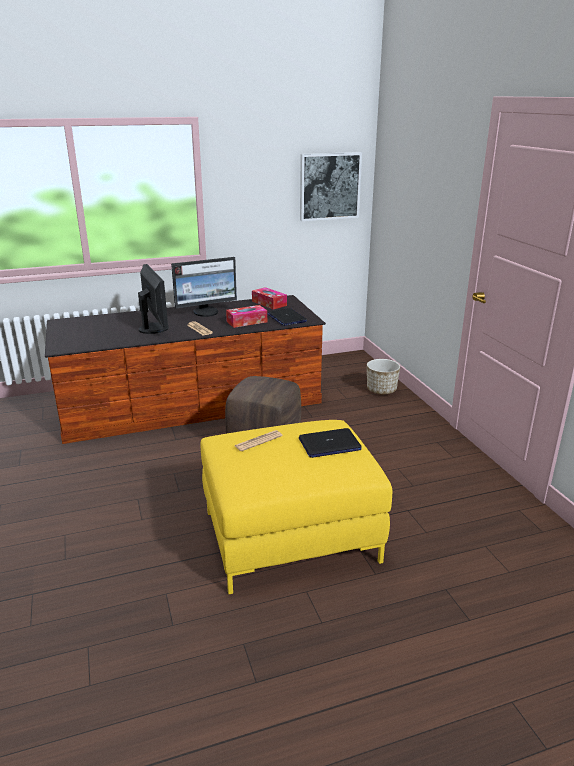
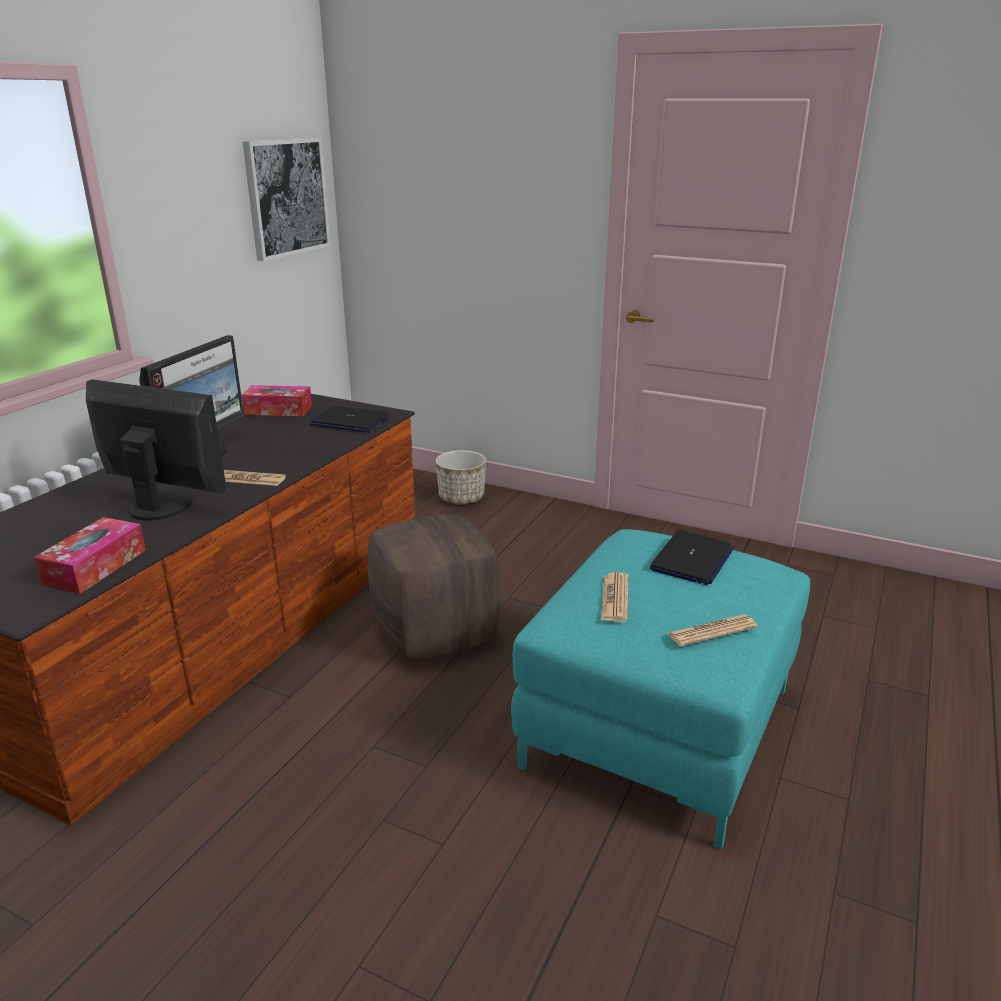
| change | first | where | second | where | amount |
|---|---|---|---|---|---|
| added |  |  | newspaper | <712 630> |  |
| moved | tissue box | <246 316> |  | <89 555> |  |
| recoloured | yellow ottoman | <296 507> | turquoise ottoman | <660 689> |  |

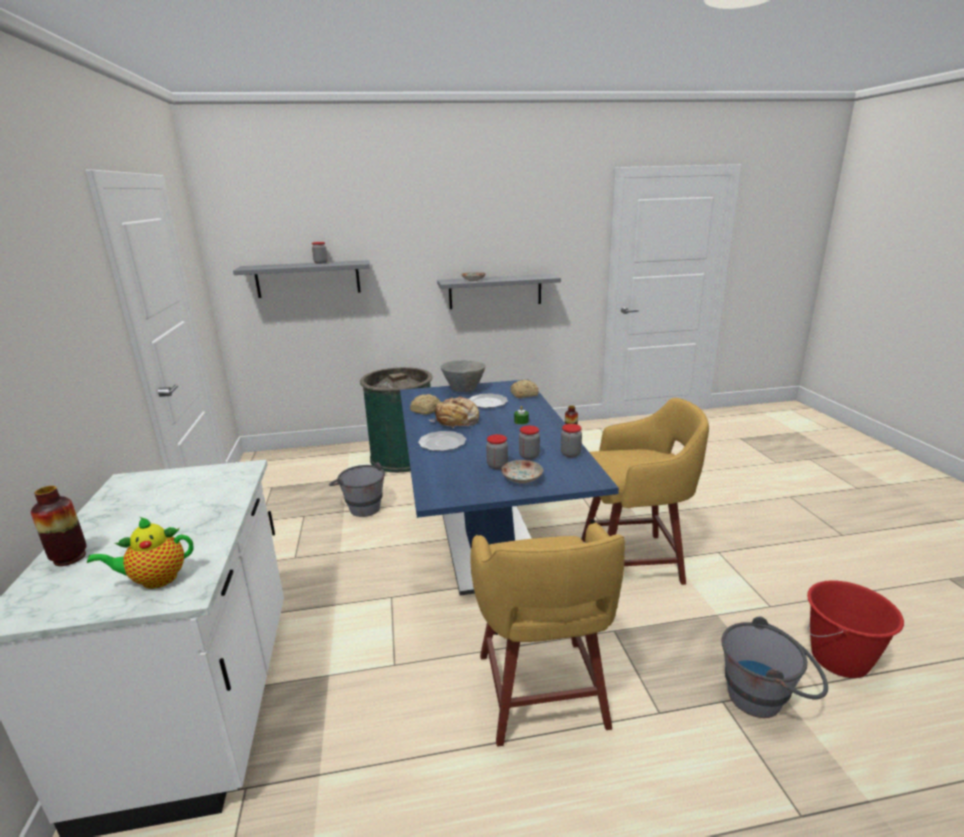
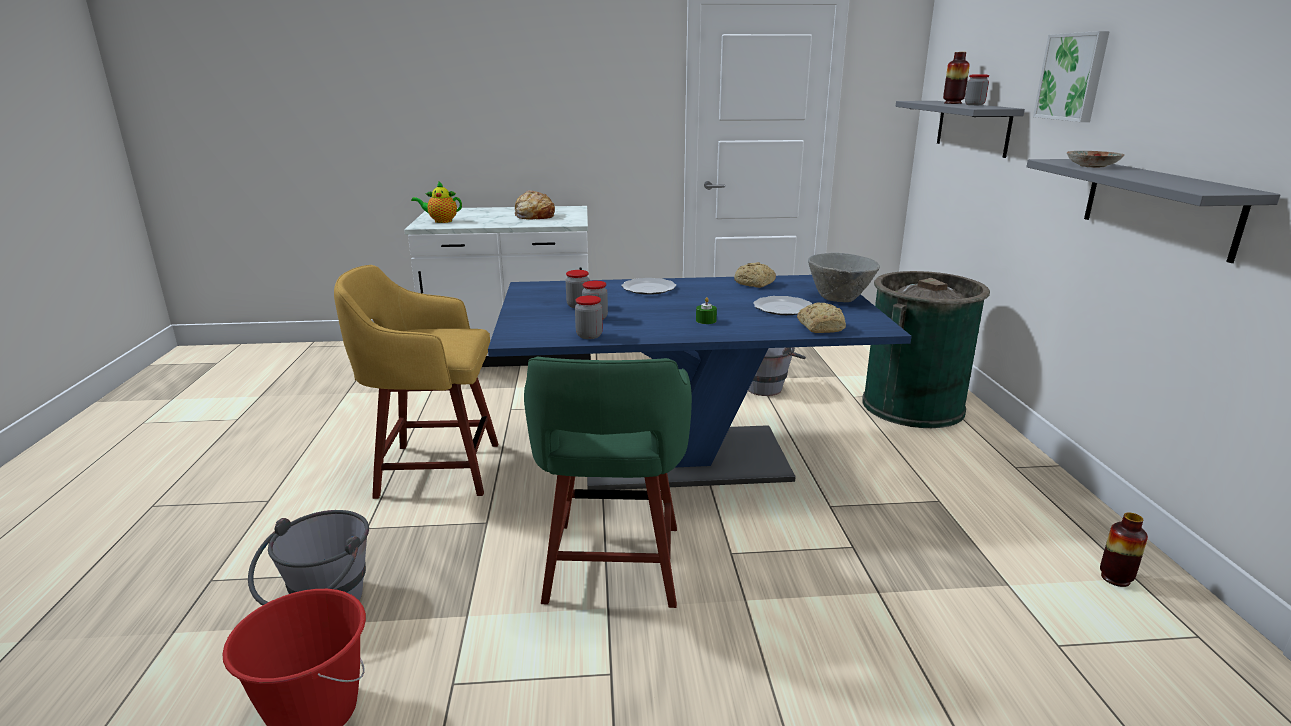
| change | first | where | second | where | amount |
|---|---|---|---|---|---|
| removed | plate | <522 471> |  |  |  |
| added |  |  | picture | <1071 76> |  |
| moved | vase | <59 526> |  | <956 78> |  |
| moved | bread | <454 412> |  | <535 204> |  |
| recoloured | yellow stool | <645 491> | green stool | <608 482> |  |
| turned | teapot | <140 553> |  | <436 202> | 75 degrees counterclockwise |

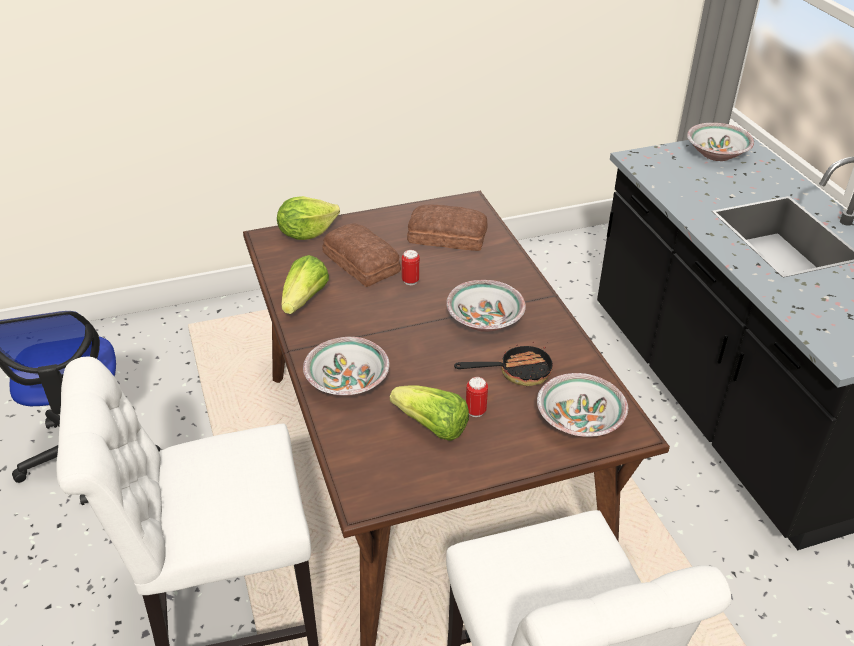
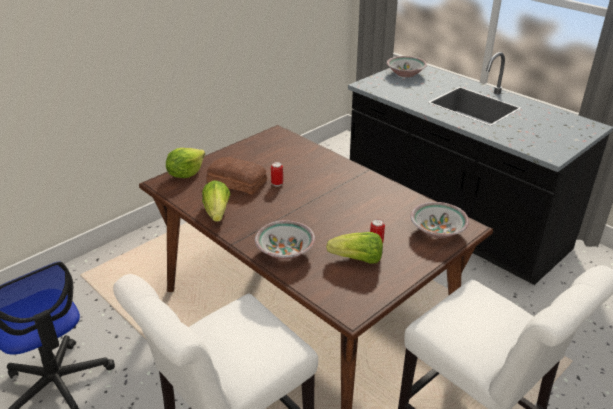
| change | first | where | second | where | amount |
|---|---|---|---|---|---|
| removed | bread | <447 228> |  |  |  |
| removed | bowl | <486 306> |  |  |  |
| removed | frying pan | <503 364> |  |  |  |

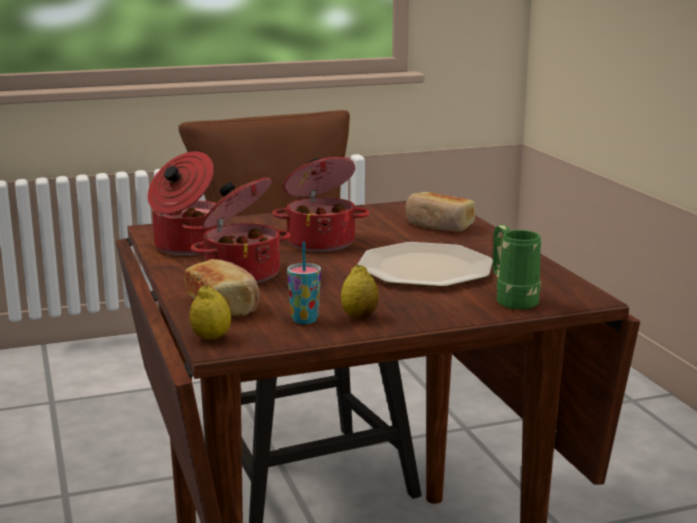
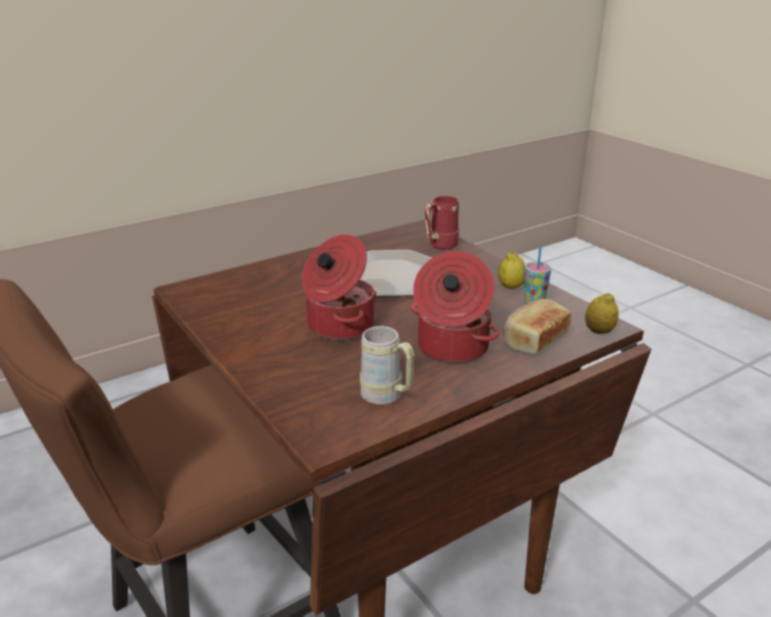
| change | first | where | second | where | amount |
|---|---|---|---|---|---|
| removed | bread | <440 211> |  |  |  |
| replaced | cooking pot | <182 203> | beige mug | <387 365> |  |
| recoloured | green mug | <517 266> | red mug | <442 222> |  |

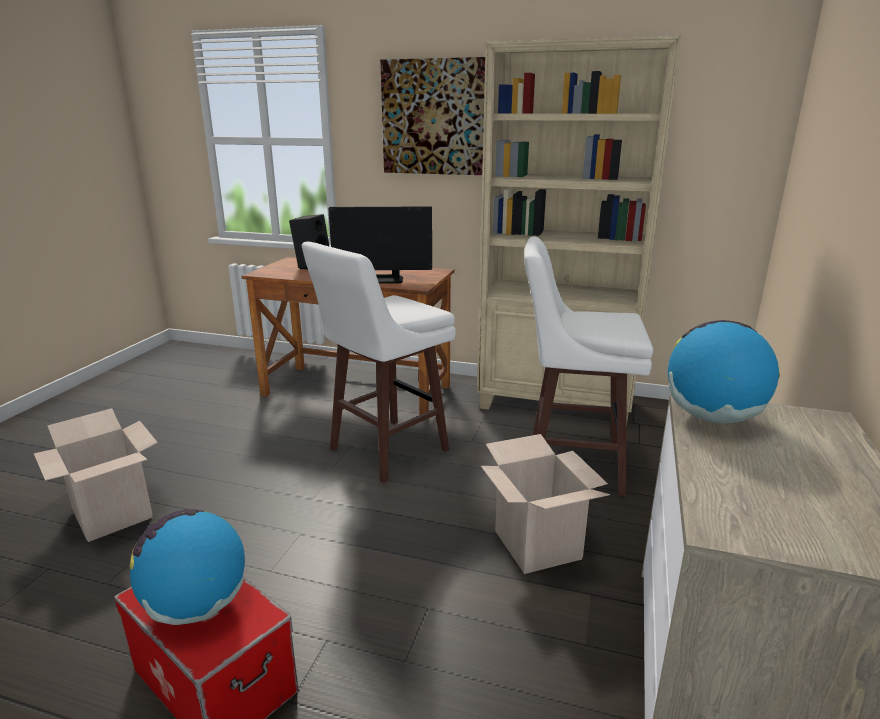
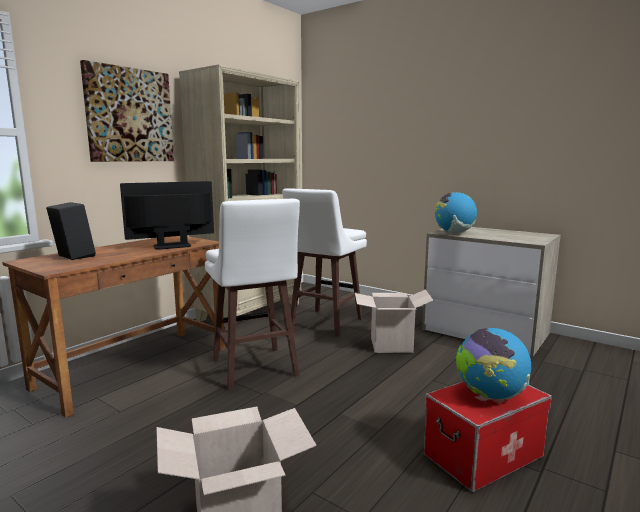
| change | first | where | second | where | amount |
|---|---|---|---|---|---|
| turned | monitor | <380 245> |  | <167 215> | 135 degrees counterclockwise |

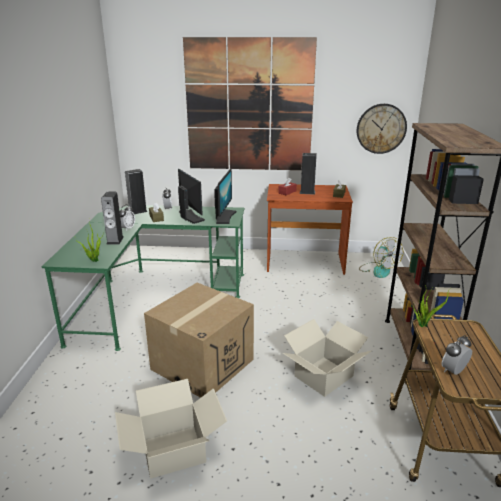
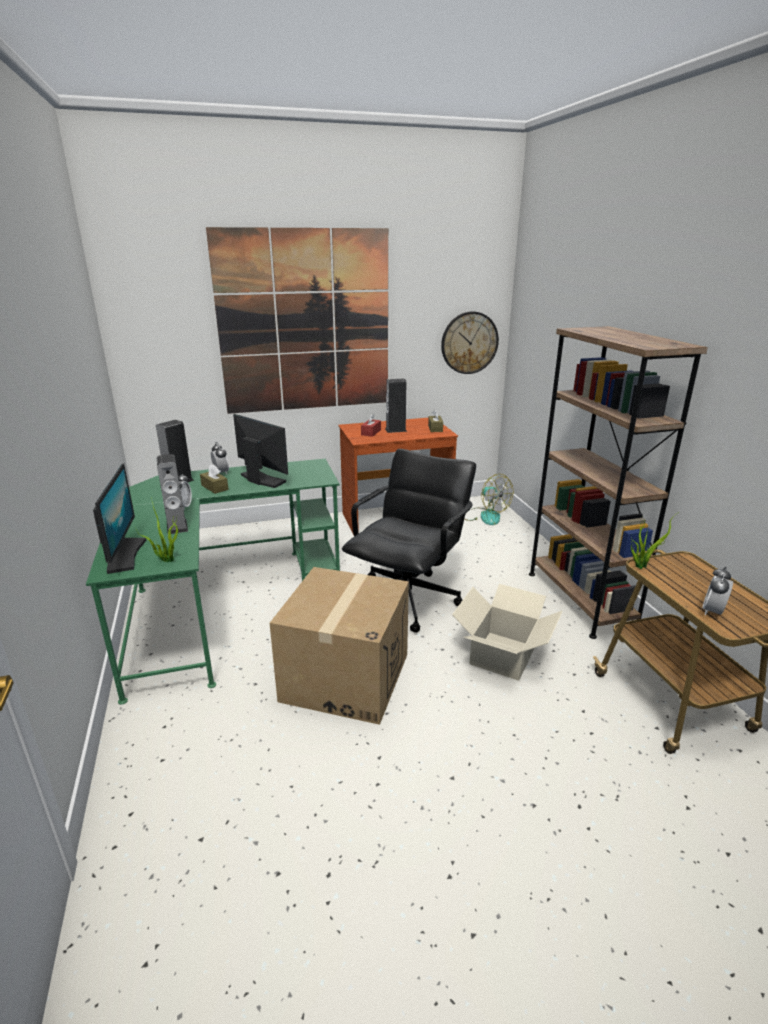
| change | first | where | second | where | amount |
|---|---|---|---|---|---|
| removed | cardboard box | <171 429> |  |  |  |
| added |  |  | black office chair | <409 541> |  |
| moved | monitor | <225 196> |  | <119 518> |  |

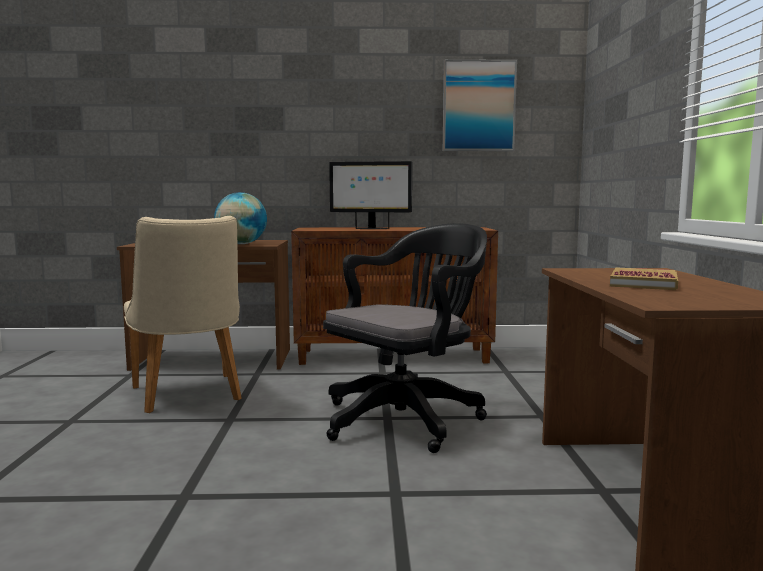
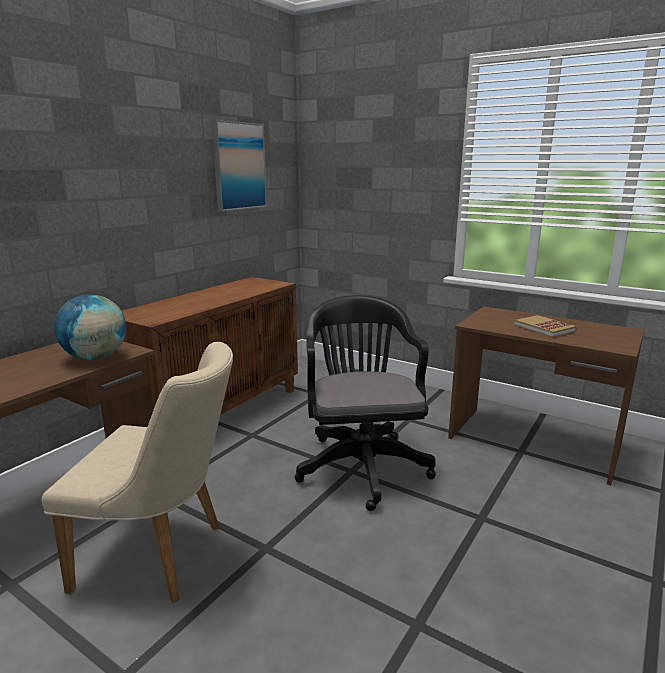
| change | first | where | second | where | amount |
|---|---|---|---|---|---|
| removed | monitor | <370 195> |  |  |  |

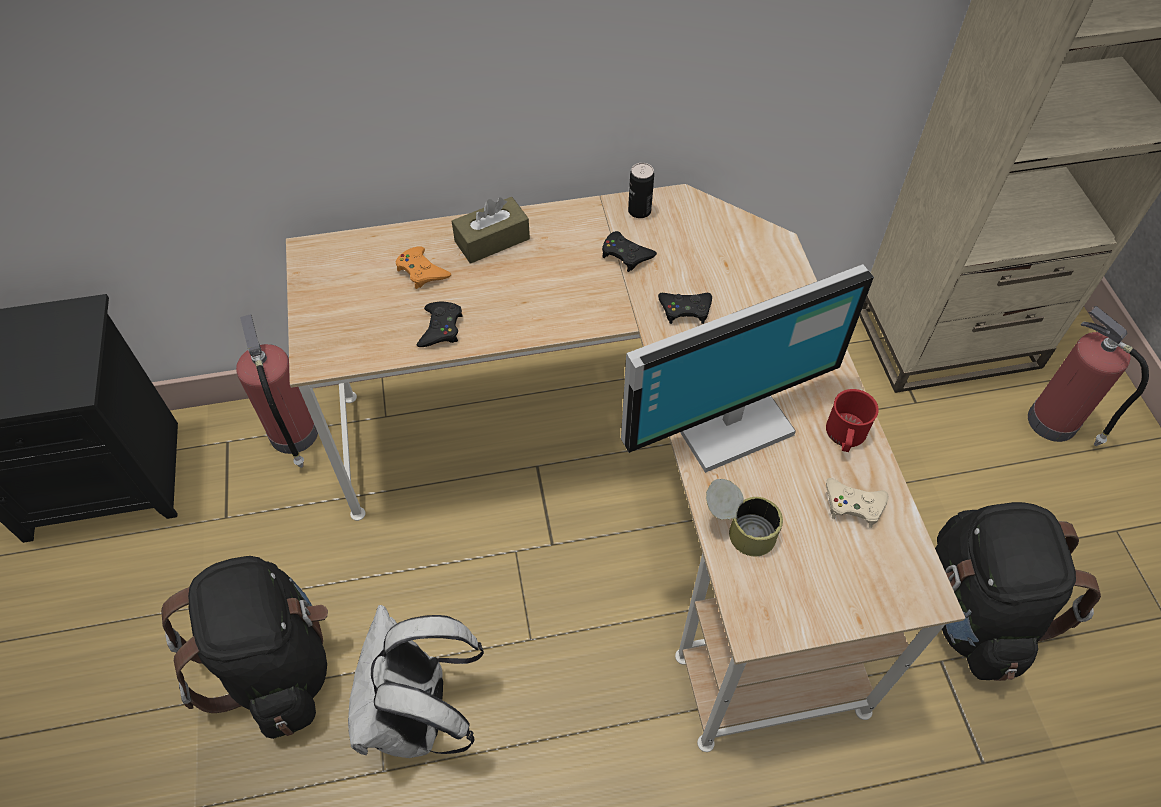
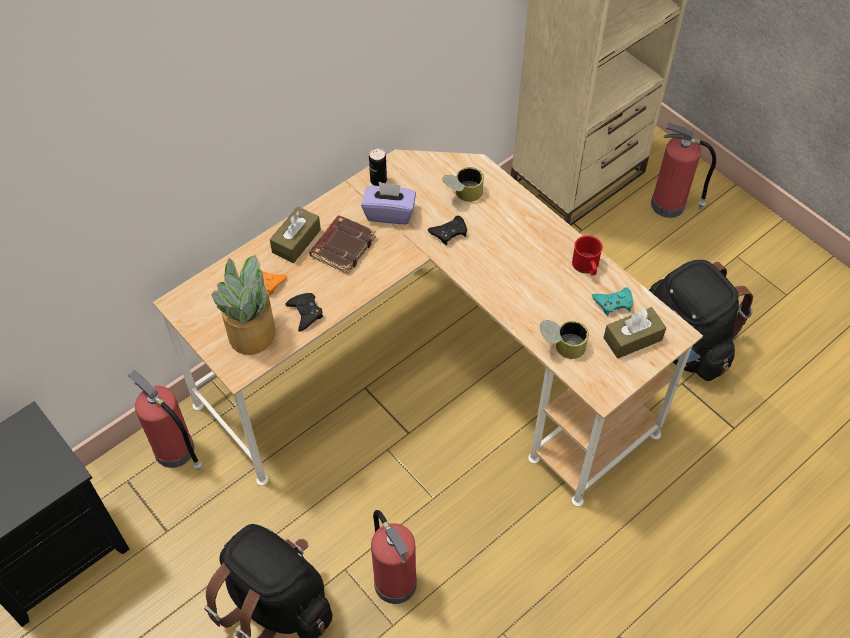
| change | first | where | second | where | amount |
|---|---|---|---|---|---|
| removed | monitor | <747 368> |  |  |  |
| added |  |  | potted plant | <244 305> |  |
| added |  |  | brown book | <342 244> |  |
| added |  |  | can | <463 184> |  |
| added |  |  | brown tissue box | <634 333> |  |
| replaced | white backpack | <416 681> | fire extinguisher | <394 557> |  |
| replaced | black game controller | <629 251> | purple tissue box | <388 203> |  |
| recoloured | beige game controller | <857 503> | turquoise game controller | <612 301> |  |

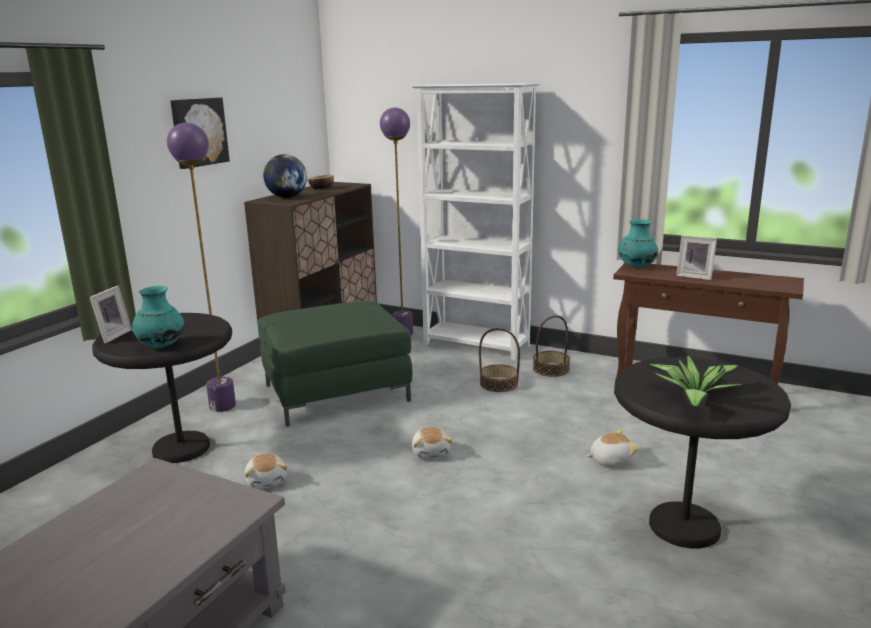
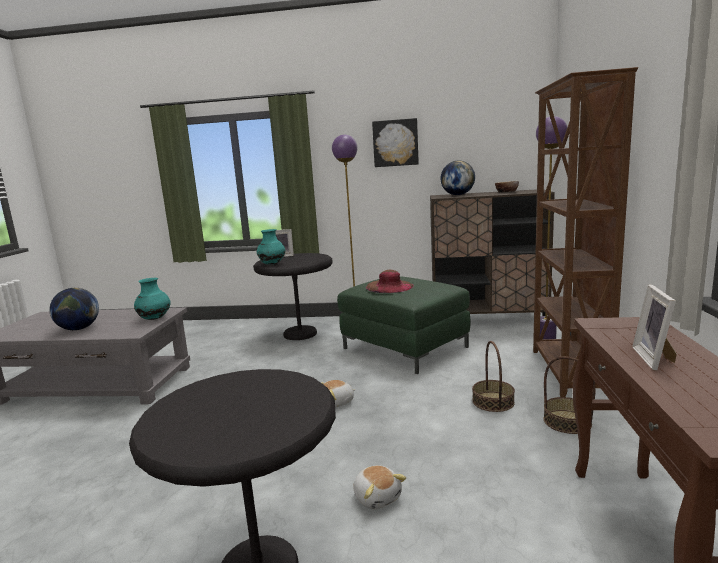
| change | first | where | second | where | amount |
|---|---|---|---|---|---|
| removed | plush toy | <266 471> |  |  |  |
| removed | potted plant | <696 382> |  |  |  |
| added |  |  | globe | <74 309> |  |
| added |  |  | brown hat | <390 281> |  |
| moved | turquoise vase | <638 243> |  | <152 299> |  |
| recoloured | white bookcase | <475 222> | brown bookcase | <585 232> |  |

